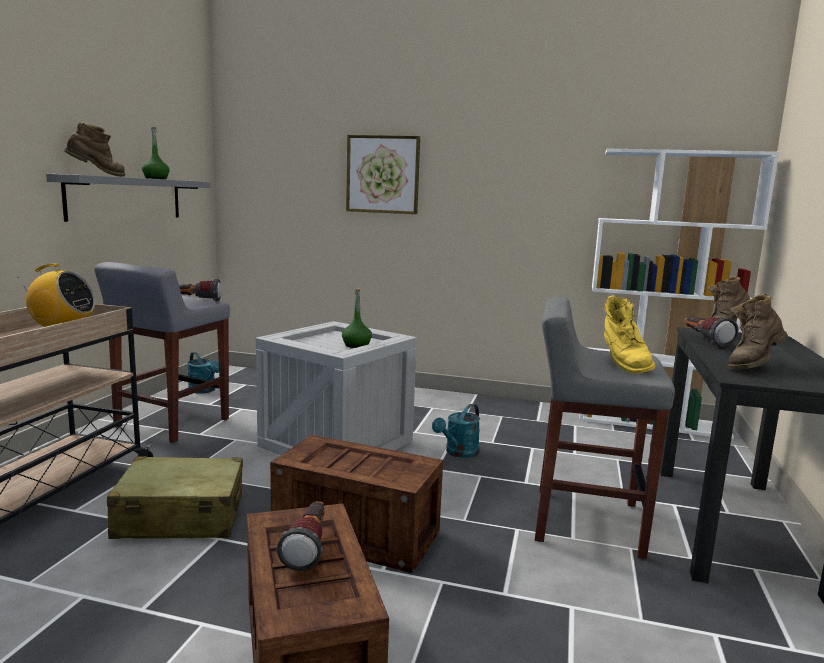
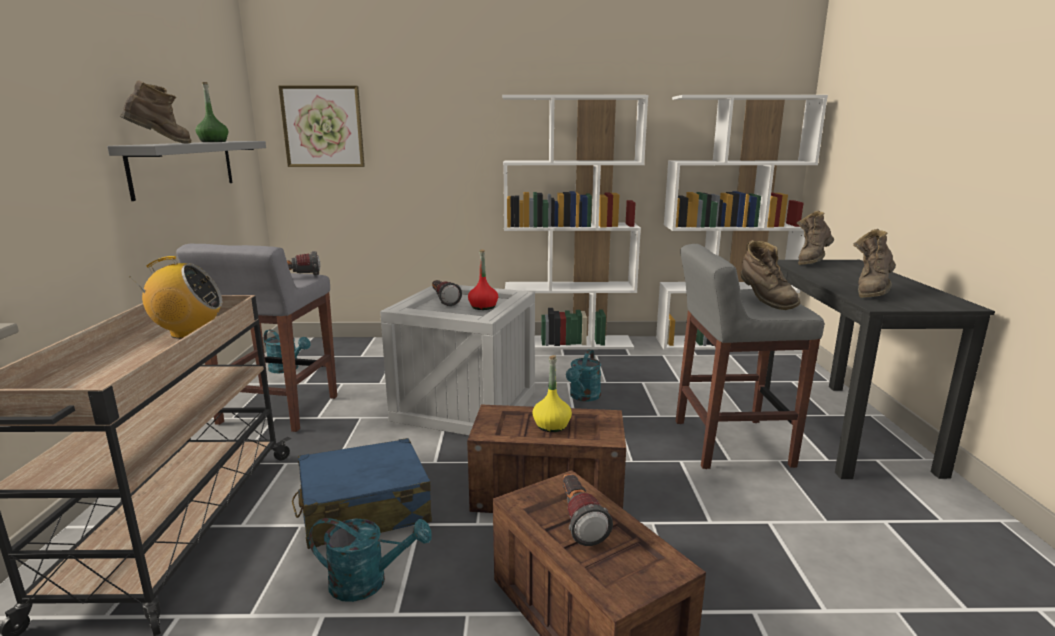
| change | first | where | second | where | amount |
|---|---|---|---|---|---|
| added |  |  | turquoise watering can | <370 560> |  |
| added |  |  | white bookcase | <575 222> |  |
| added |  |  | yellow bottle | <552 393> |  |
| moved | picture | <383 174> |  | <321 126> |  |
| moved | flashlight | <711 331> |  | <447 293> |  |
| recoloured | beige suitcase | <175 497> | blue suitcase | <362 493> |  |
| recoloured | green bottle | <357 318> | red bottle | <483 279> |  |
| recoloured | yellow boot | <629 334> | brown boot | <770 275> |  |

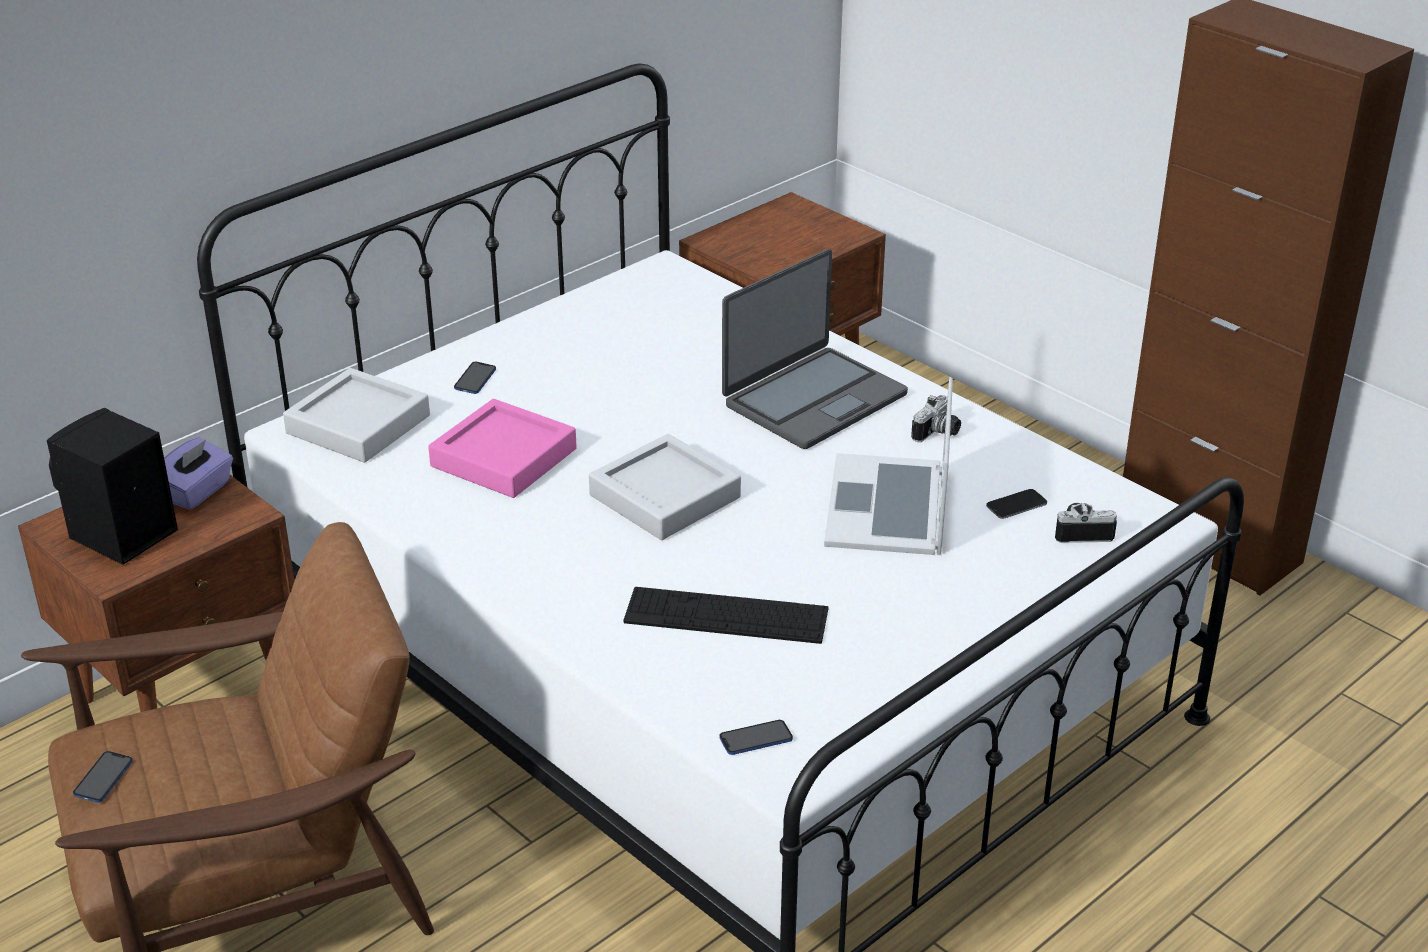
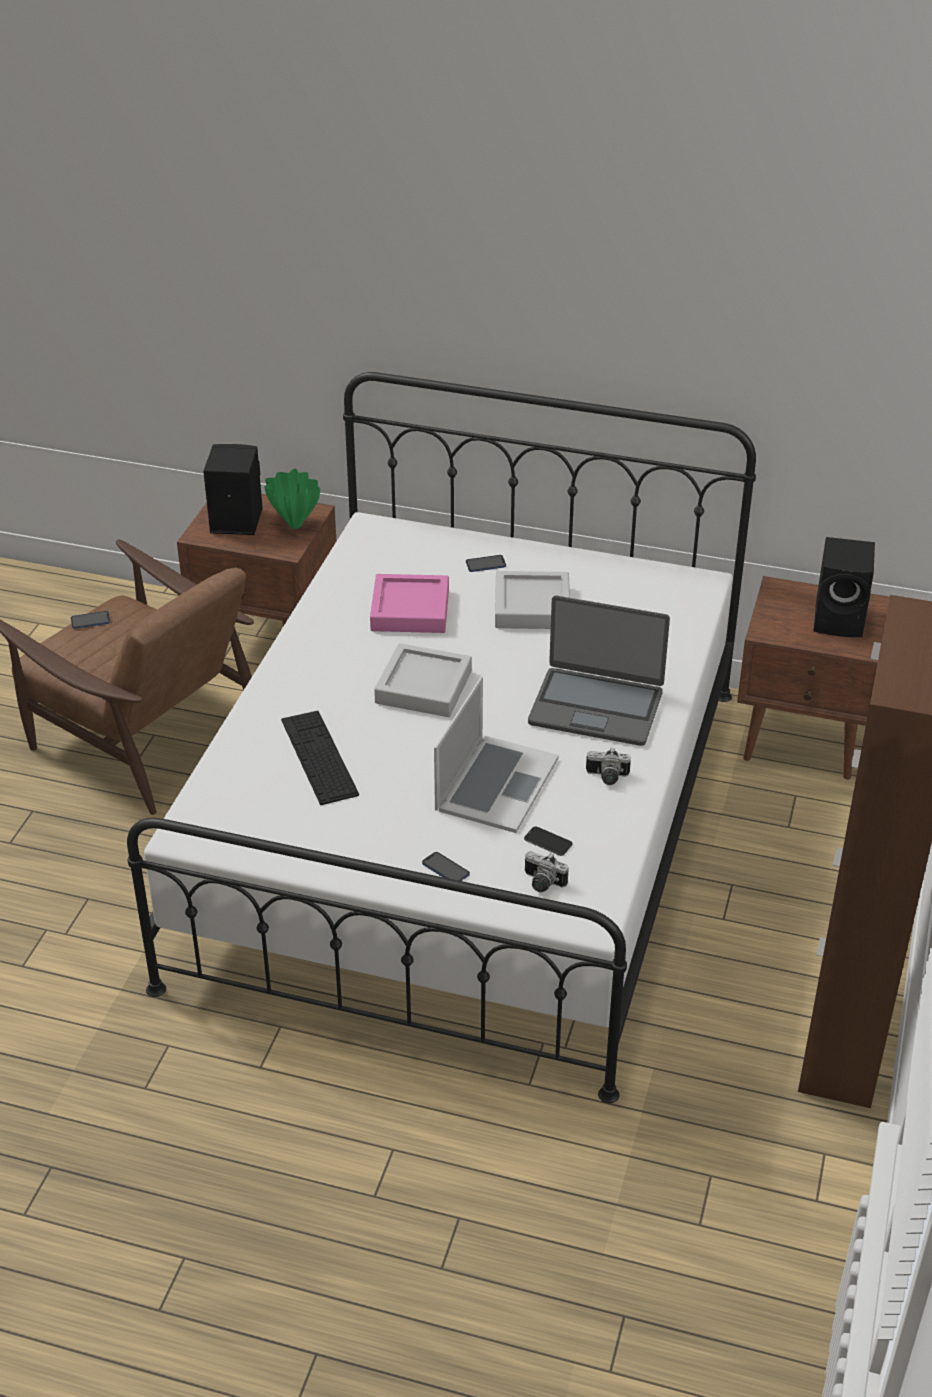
| change | first | where | second | where | amount |
|---|---|---|---|---|---|
| added |  |  | black speaker | <844 587> |  |
| moved | grey tray | <356 415> |  | <532 600> |  |
| moved | phone | <756 737> |  | <446 866> |  |
| replaced | purple tissue box | <198 473> | green vase | <292 499> |  |
| turned | laptop | <888 466> |  | <496 754> | 135 degrees clockwise |
| turned | photo camera | <1086 523> |  | <547 871> | 150 degrees clockwise |

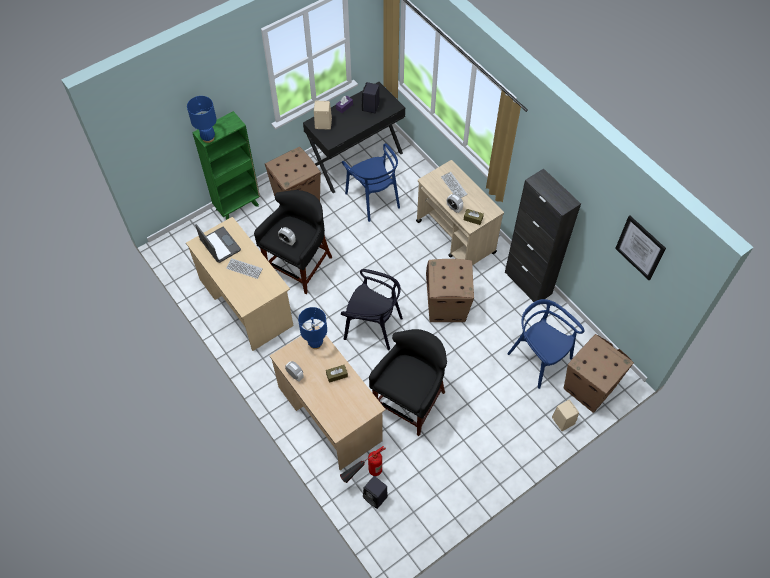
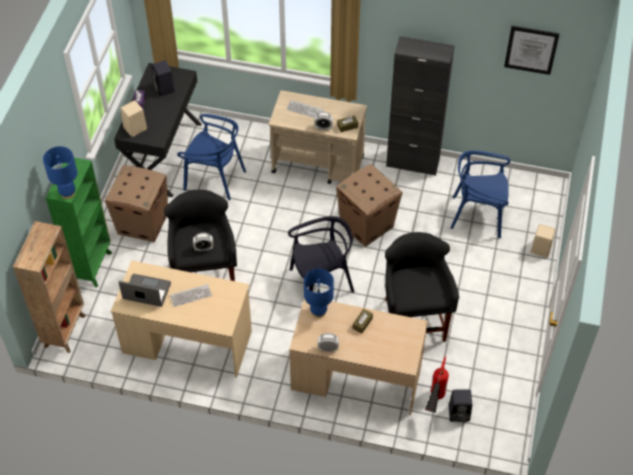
| change | first | where | second | where | amount |
|---|---|---|---|---|---|
| removed | cardboard box | <598 373> |  |  |  |
| added |  |  | brown bookcase | <49 287> |  |

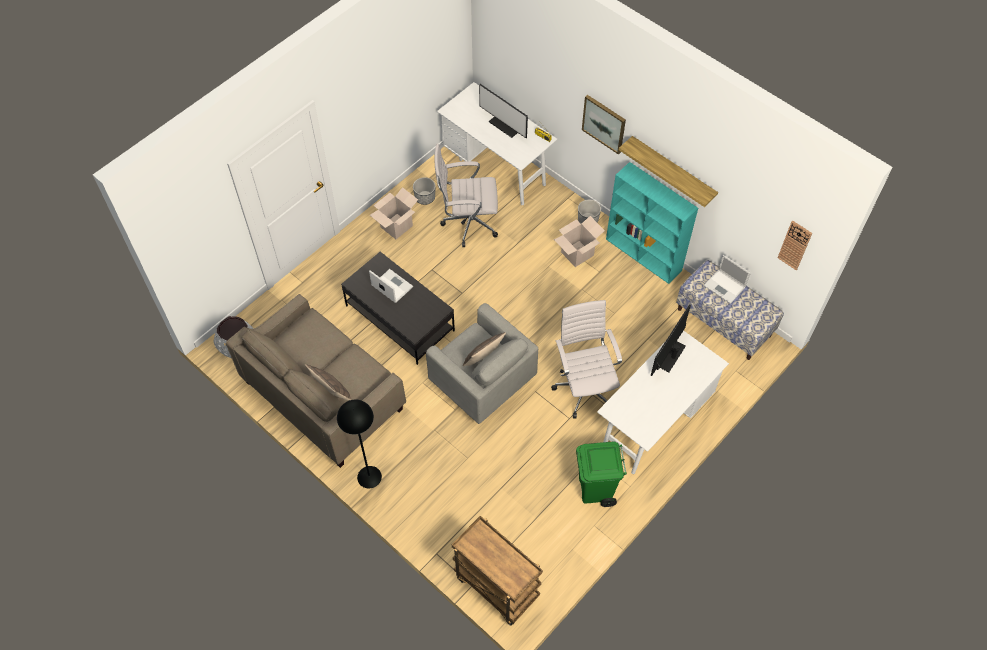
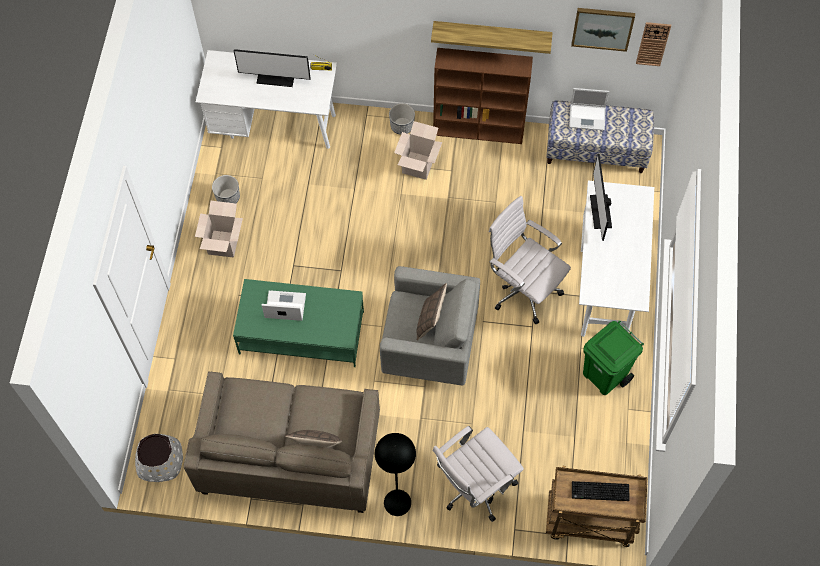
| change | first | where | second | where | amount |
|---|---|---|---|---|---|
| added |  |  | keyboard | <601 491> |  |
| moved | white office chair | <466 195> |  | <478 474> |  |
| moved | picture | <604 125> |  | <603 30> |  |
| recoloured | black coffee table | <398 308> | green coffee table | <298 323> |  |
| recoloured | turquoise bookcase | <652 223> | brown bookcase | <483 96> |  |

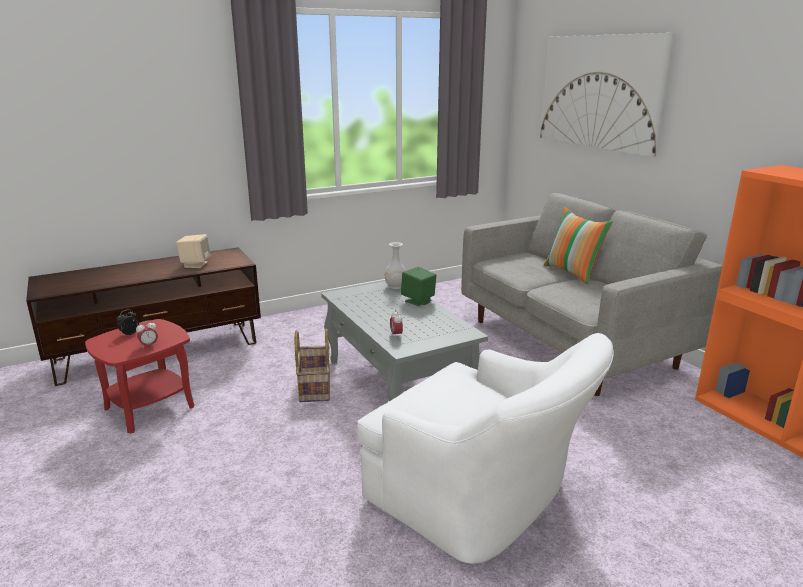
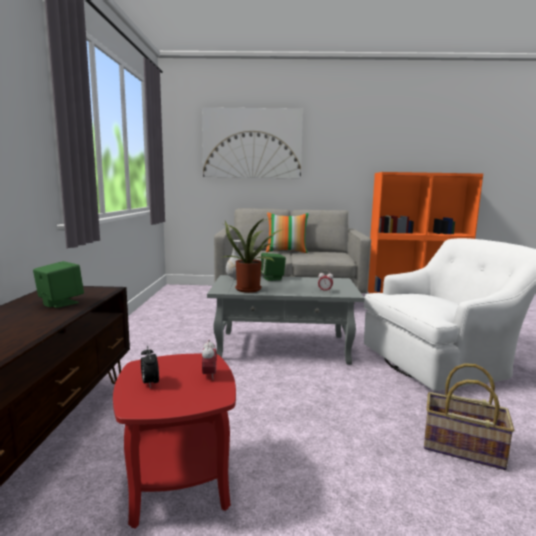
| change | first | where | second | where | amount |
|---|---|---|---|---|---|
| added |  |  | potted plant | <252 255> |  |
| moved | basket | <312 365> |  | <469 416> |  |
| recoloured | beige speaker | <193 251> | green speaker | <58 284> |  |

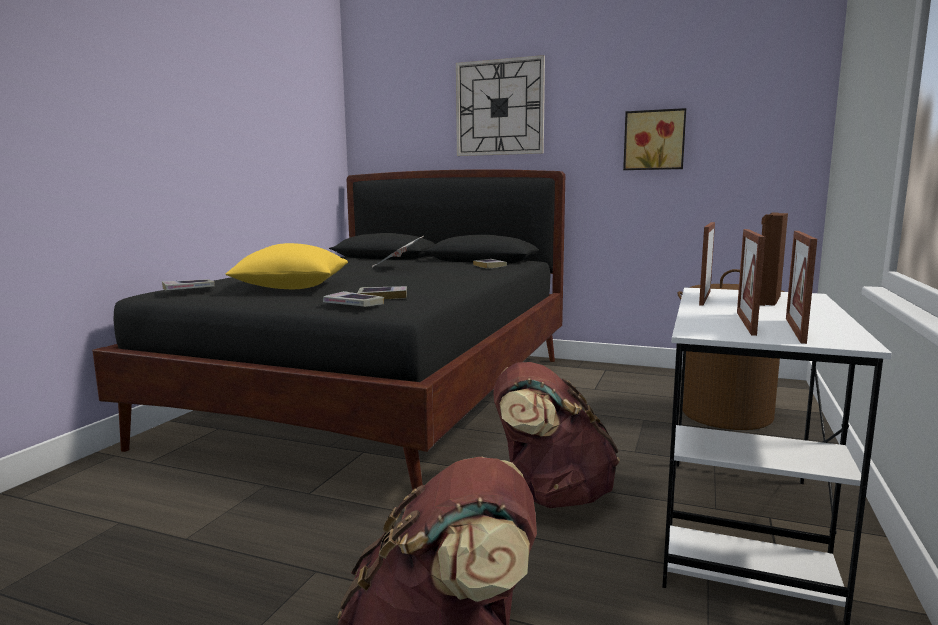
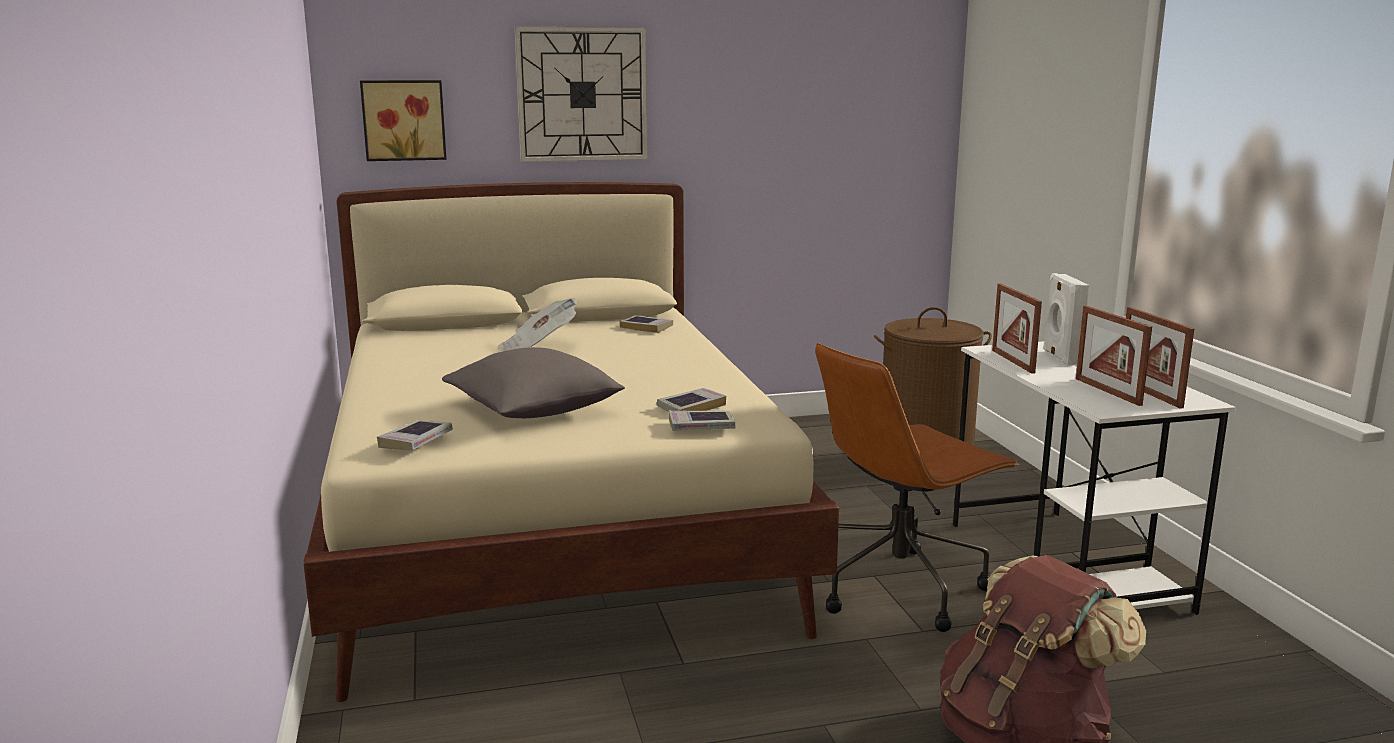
| change | first | where | second | where | amount |
|---|---|---|---|---|---|
| moved | picture | <654 139> |  | <403 120> |  |
| replaced | brown backpack | <557 435> | brown office chair | <917 487> |  |
| recoloured | black bed | <328 330> | beige bed | <571 442> |  |
| recoloured | yellow pillow | <287 266> | grey pillow | <533 382> |  |
| recoloured | brown speaker | <774 259> | white speaker | <1066 319> |  |

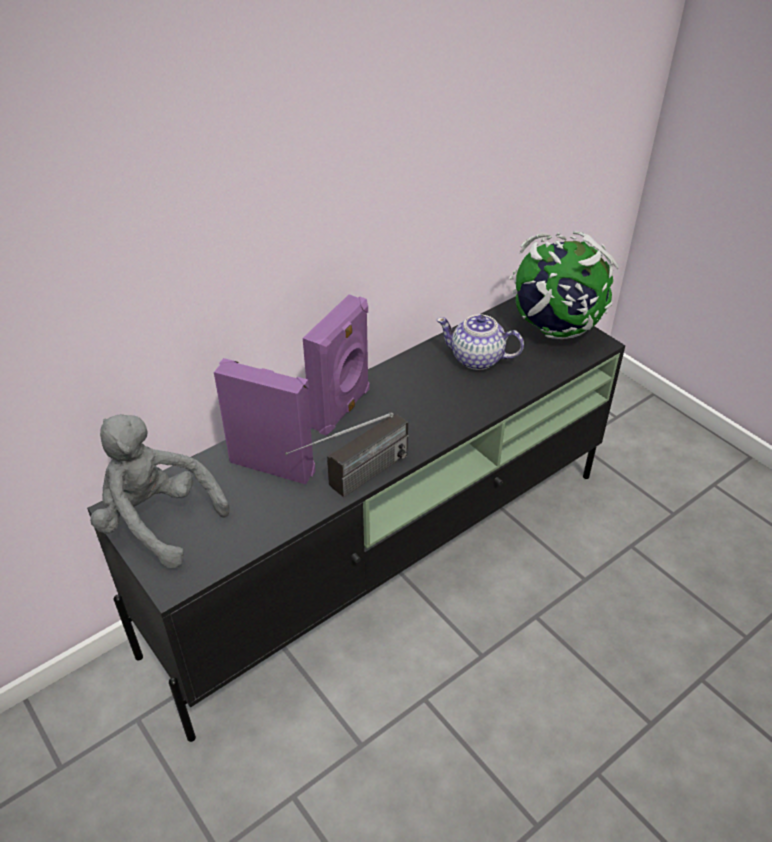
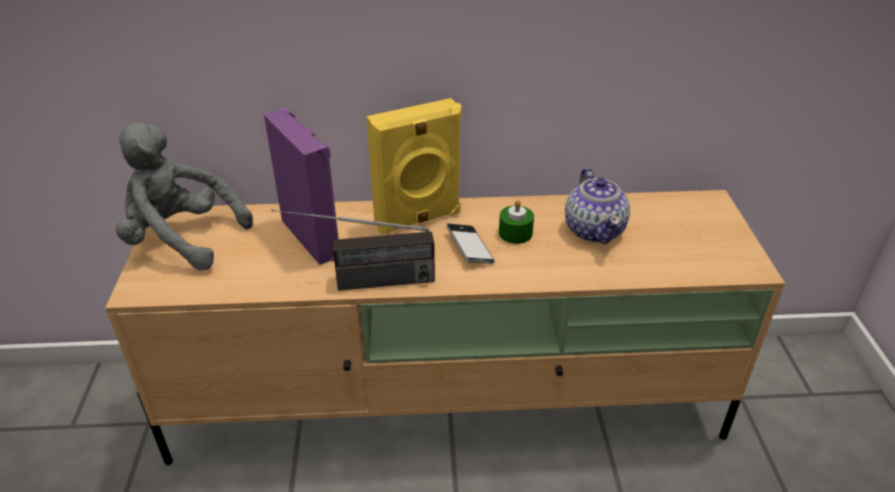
| change | first | where | second | where | amount |
|---|---|---|---|---|---|
| removed | globe | <564 285> |  |  |  |
| added |  |  | phone | <470 244> |  |
| added |  |  | green candle | <516 222> |  |
| recoloured | black tv stand | <356 519> | beige tv stand | <445 327> |  |
| recoloured | purple speaker | <336 365> | yellow speaker | <414 166> |  |
| turned | grey plush toy | <160 491> |  | <184 196> | 45 degrees counterclockwise |
| turned | teapot | <480 342> |  | <597 206> | 150 degrees counterclockwise |

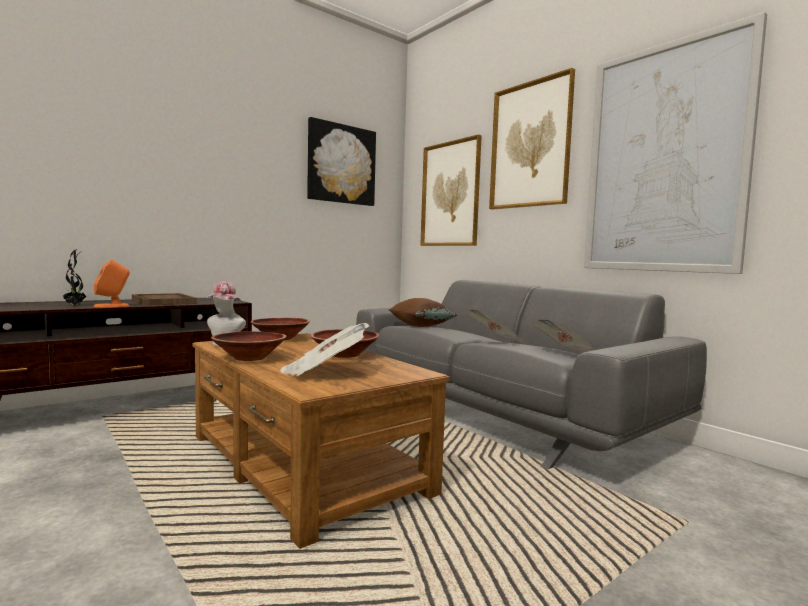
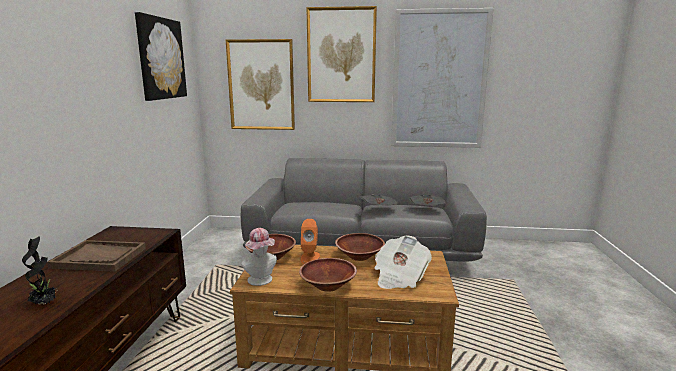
| change | first | where | second | where | amount |
|---|---|---|---|---|---|
| removed | brown pillow | <423 312> |  |  |  |
| moved | orange speaker | <111 283> |  | <310 241> |  |

